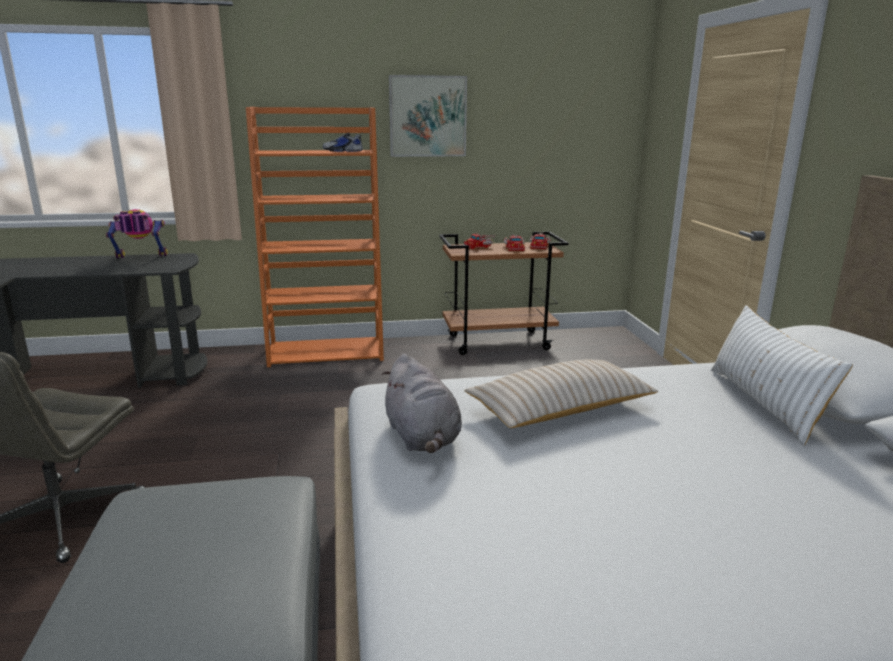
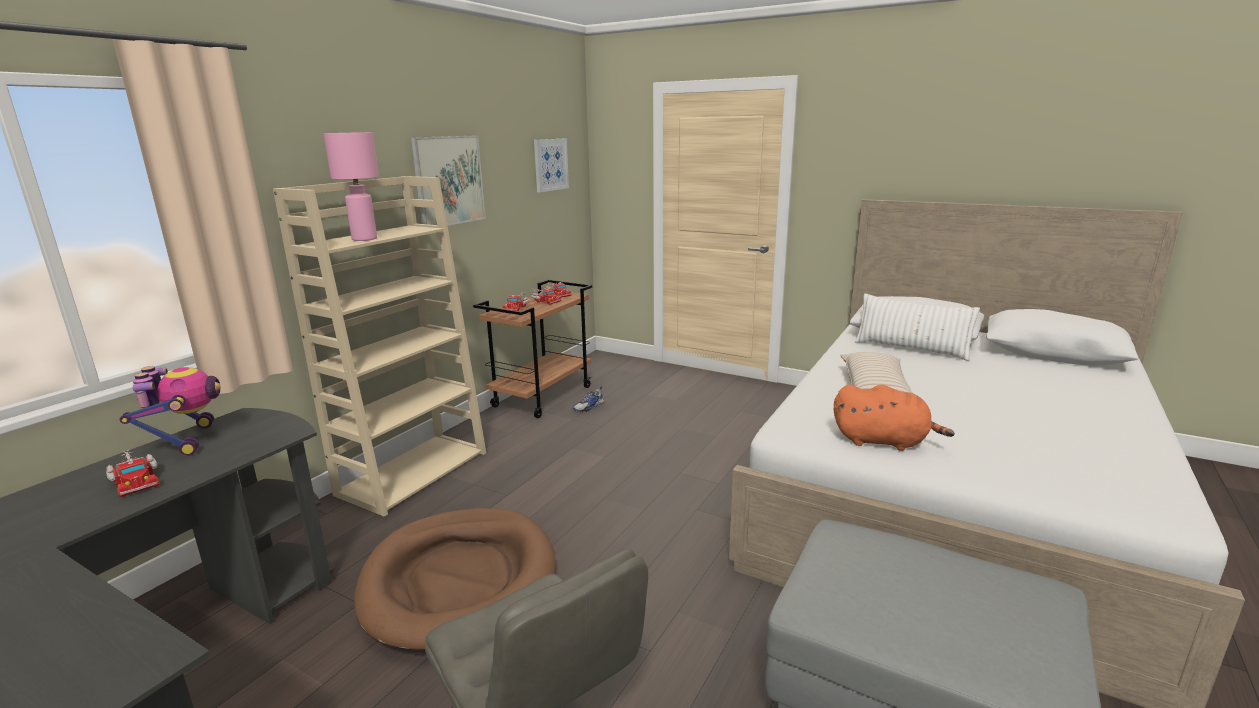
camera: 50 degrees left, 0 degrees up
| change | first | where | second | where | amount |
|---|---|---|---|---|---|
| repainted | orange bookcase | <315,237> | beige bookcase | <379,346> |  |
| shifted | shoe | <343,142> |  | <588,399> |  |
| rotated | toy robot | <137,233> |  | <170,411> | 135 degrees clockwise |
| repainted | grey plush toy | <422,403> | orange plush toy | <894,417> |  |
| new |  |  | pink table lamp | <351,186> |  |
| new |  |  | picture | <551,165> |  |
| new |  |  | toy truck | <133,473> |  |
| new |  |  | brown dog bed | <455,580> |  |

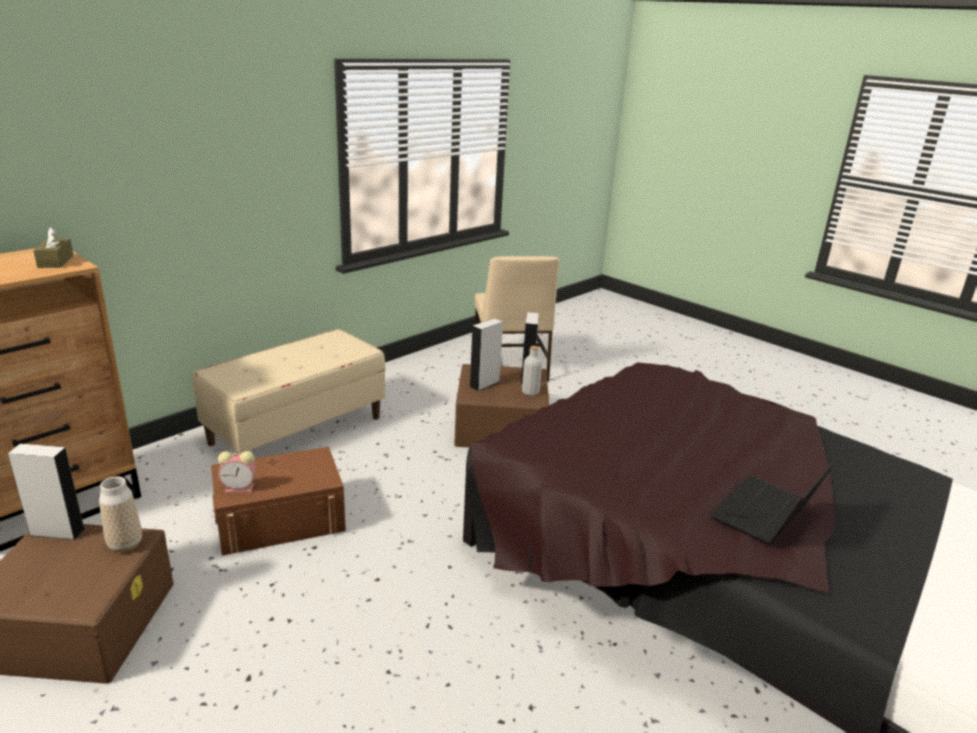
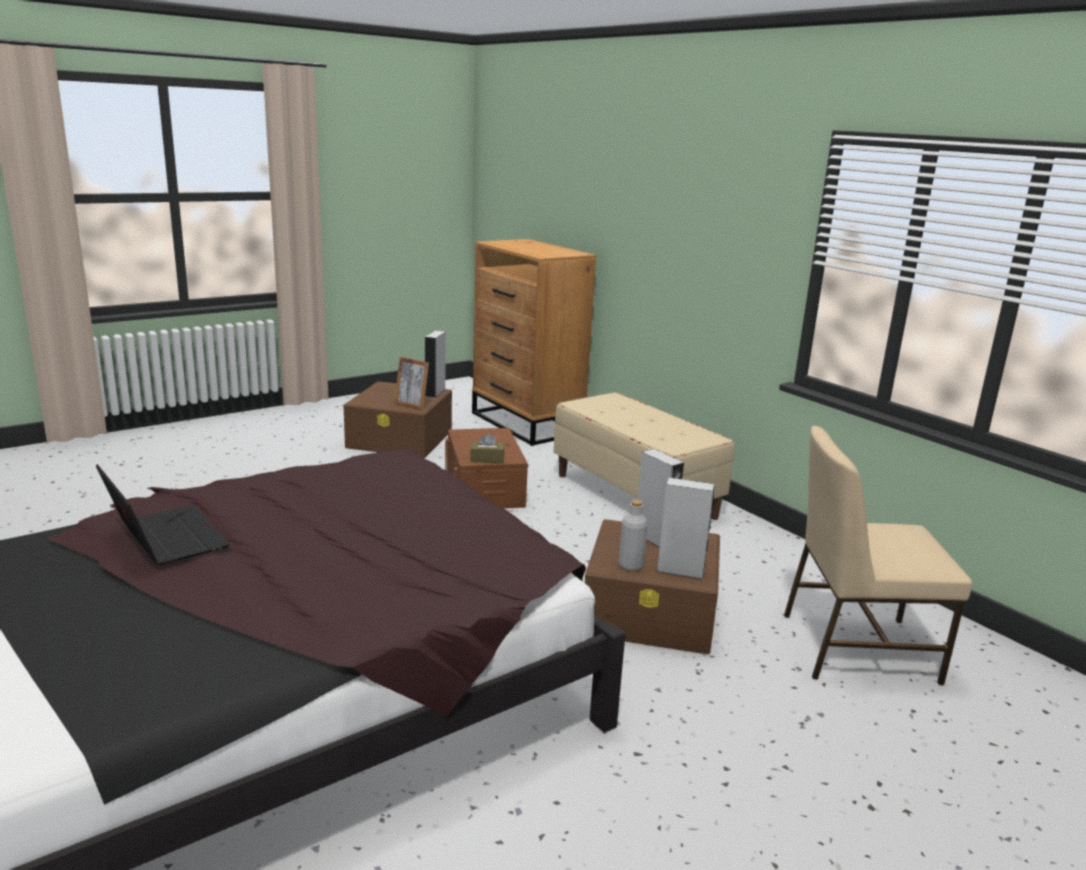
camera: 100 degrees right, 5 degrees down
| change | first | where | second | where | amount |
|---|---|---|---|---|---|
| shifted | brown tissue box | <53,247> |  | <487,448> |  |
| gone | alarm clock | <237,471> |  |  |  |
| swapped | vase | <120,514> | picture frame | <411,384> |  |

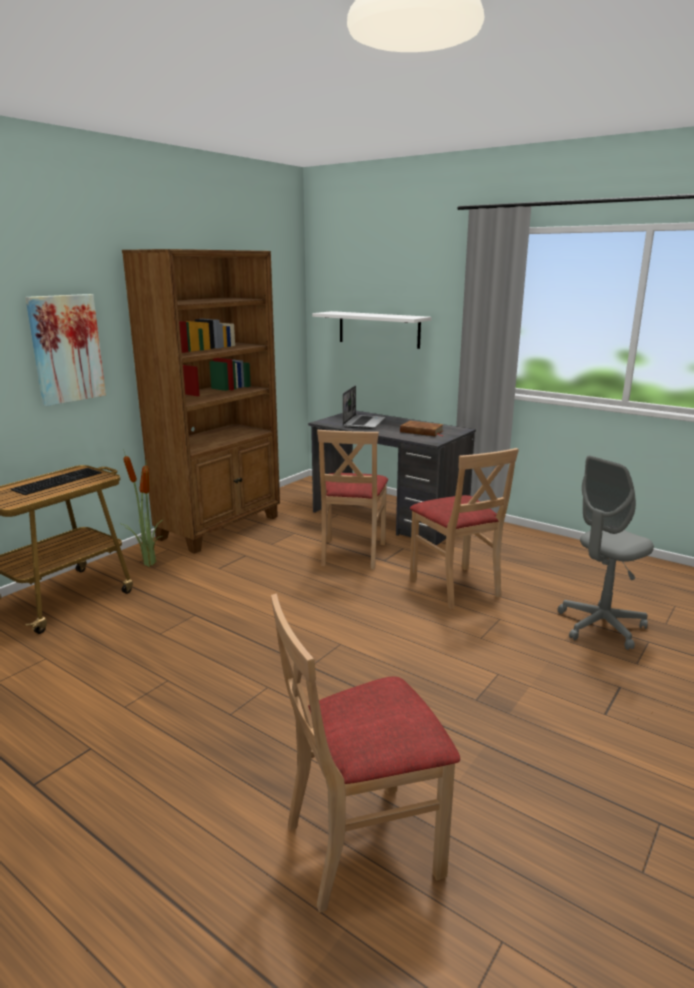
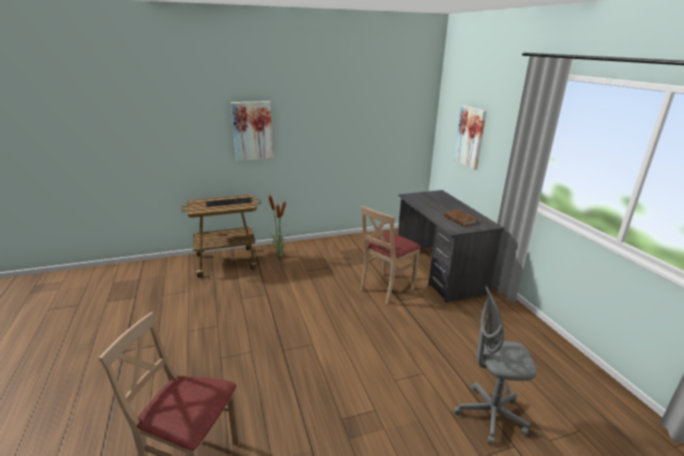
camera: 35 degrees right, 5 degrees up
| change | first | where | second | where | amount |
|---|---|---|---|---|---|
| gone | brown bookcase | <201,401> |  |  |  |
| swapped | white shelf | <372,330> | picture | <470,137> |  |
| gone | laptop | <364,407> |  |  |  |
| gone | beige chair | <464,528> |  |  |  |

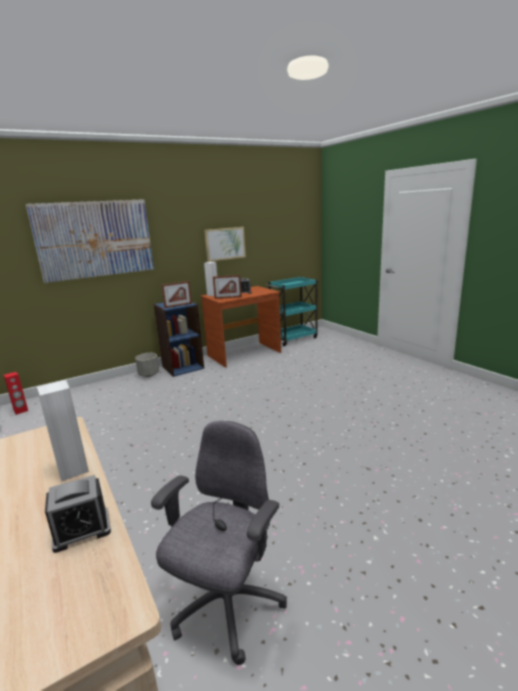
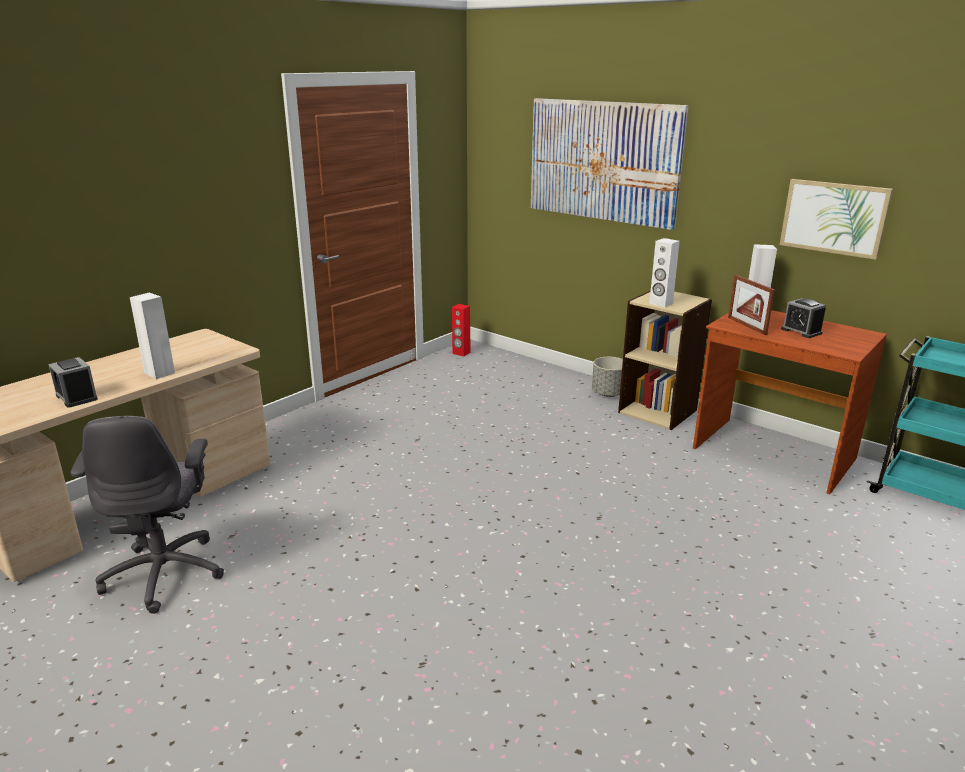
camera: 70 degrees right, 5 degrees up
| change | first | where | second | where | amount |
|---|---|---|---|---|---|
| swapped | picture frame | <176,294> | white speaker | <664,272> |  |
| repainted | blue bookcase | <178,339> | beige bookcase | <665,360> |  |
| rotated | grey office chair | <219,543> |  | <147,515> | 75 degrees clockwise |

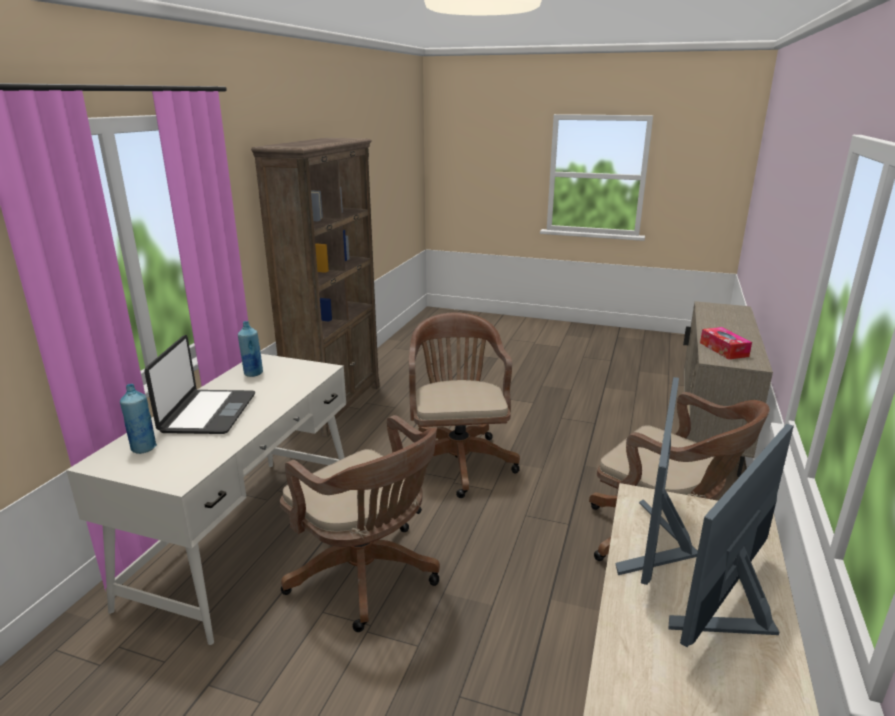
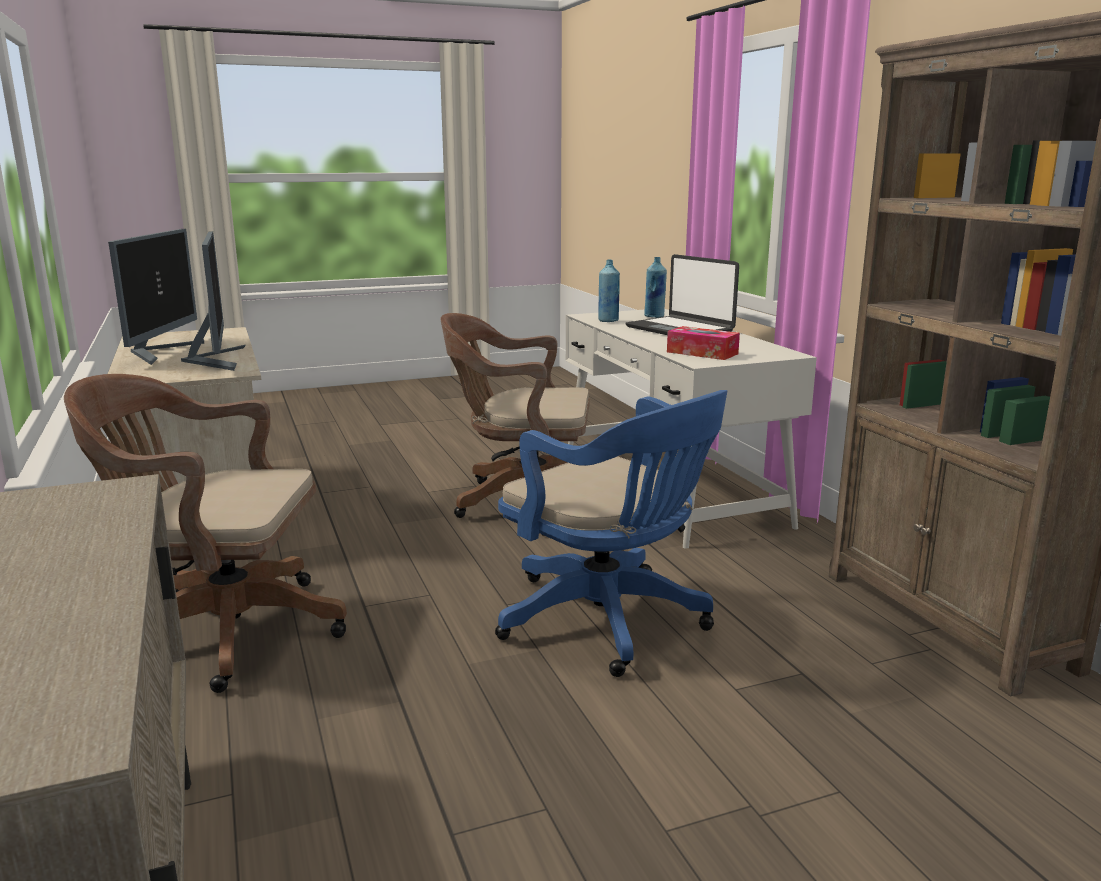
camera: 140 degrees right, 5 degrees down
| change | first | where | second | where | amount |
|---|---|---|---|---|---|
| repainted | brown office chair | <464,405> | blue office chair | <611,533> |  |
| shifted | blue bottle | <250,349> |  | <609,290> |  |
| shifted | tissue box | <726,343> |  | <703,343> |  |

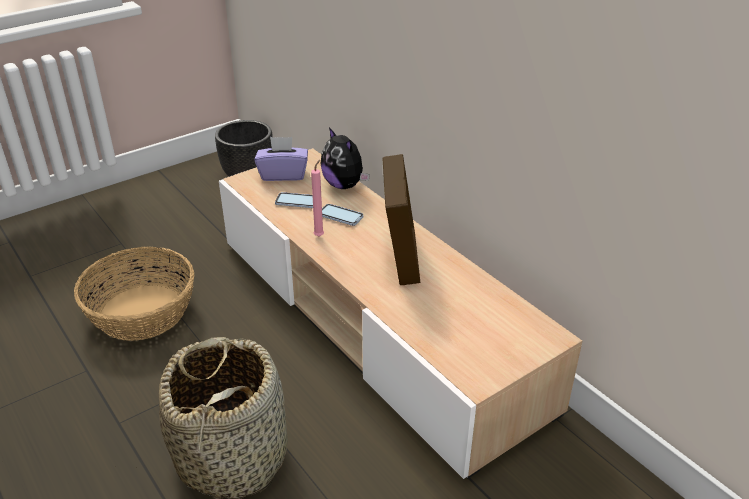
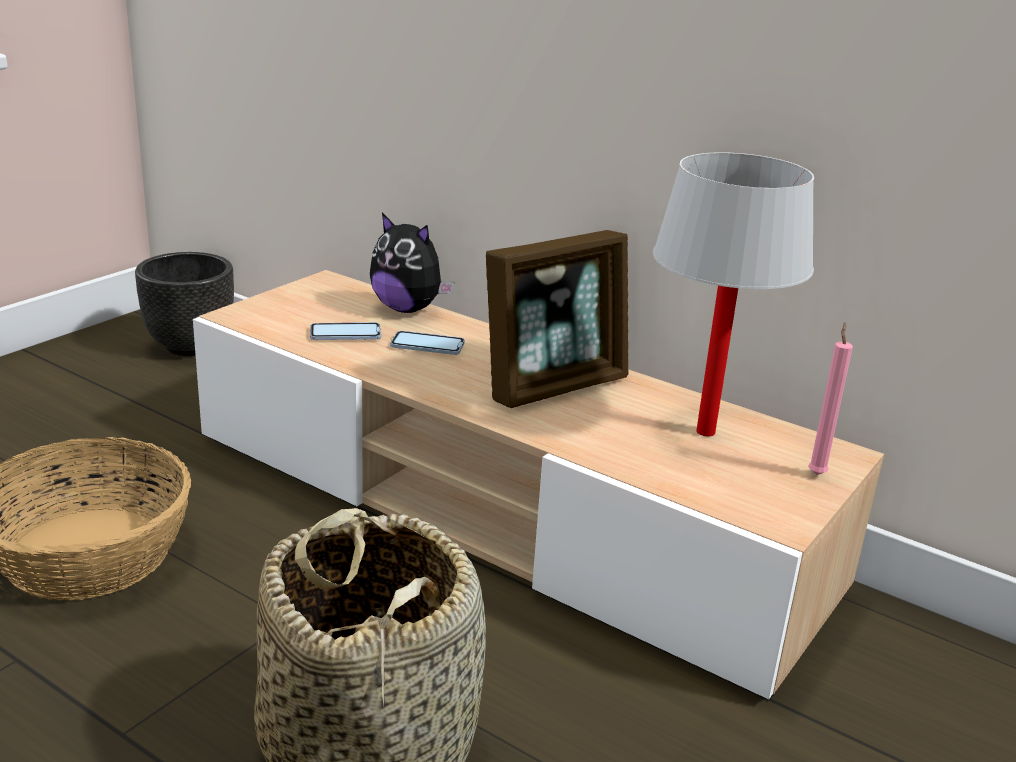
camera: 20 degrees left, 10 degrees down
| change | first | where | second | where | amount |
|---|---|---|---|---|---|
| gone | purple tissue box | <281,159> |  |  |  |
| rotated | picture frame | <401,219> |  | <557,319> | 75 degrees clockwise |
| shifted | pink candle | <317,198> |  | <830,398> |  |
| new |  |  | white table lamp | <733,294> |  |

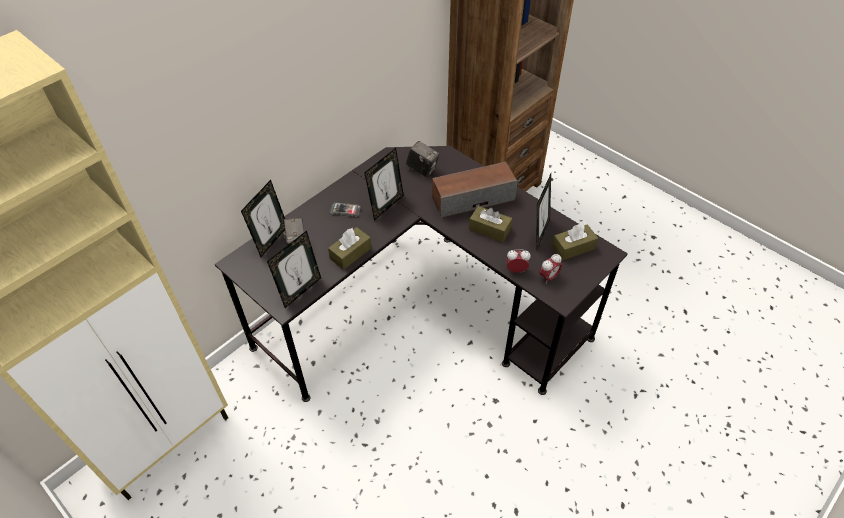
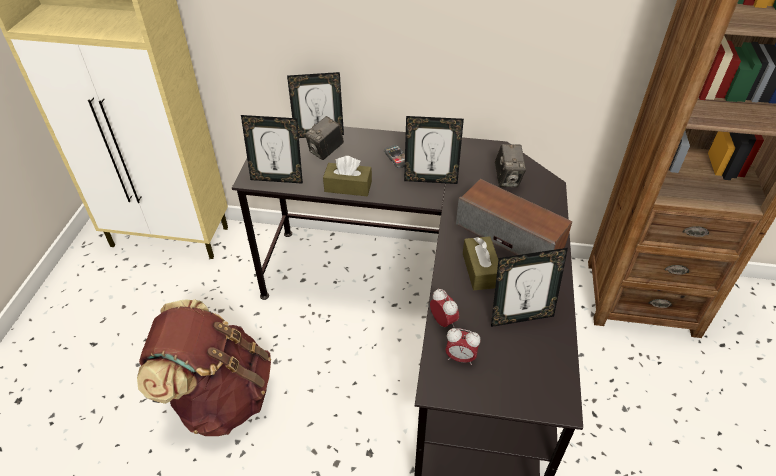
camera: 55 degrees right, 5 degrees down
| change | first | where | second | where | amount |
|---|---|---|---|---|---|
| gone | brown tissue box | <575,241> |  |  |  |
| new |  |  | brown backpack | <204,367> |  |

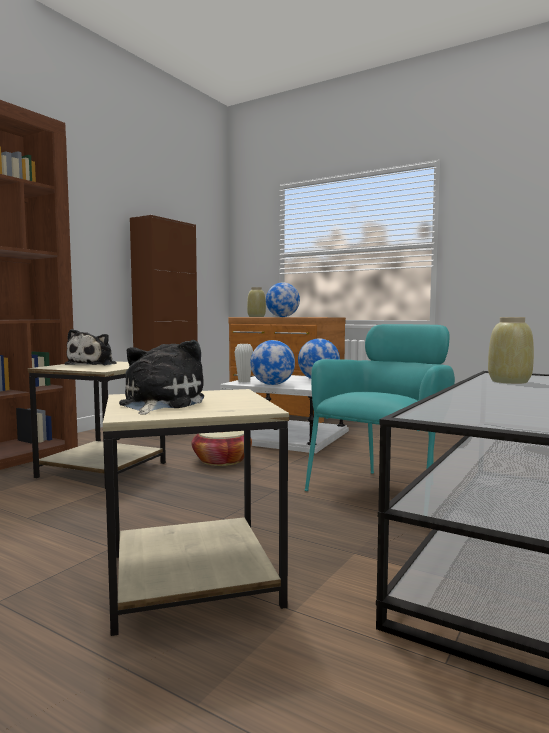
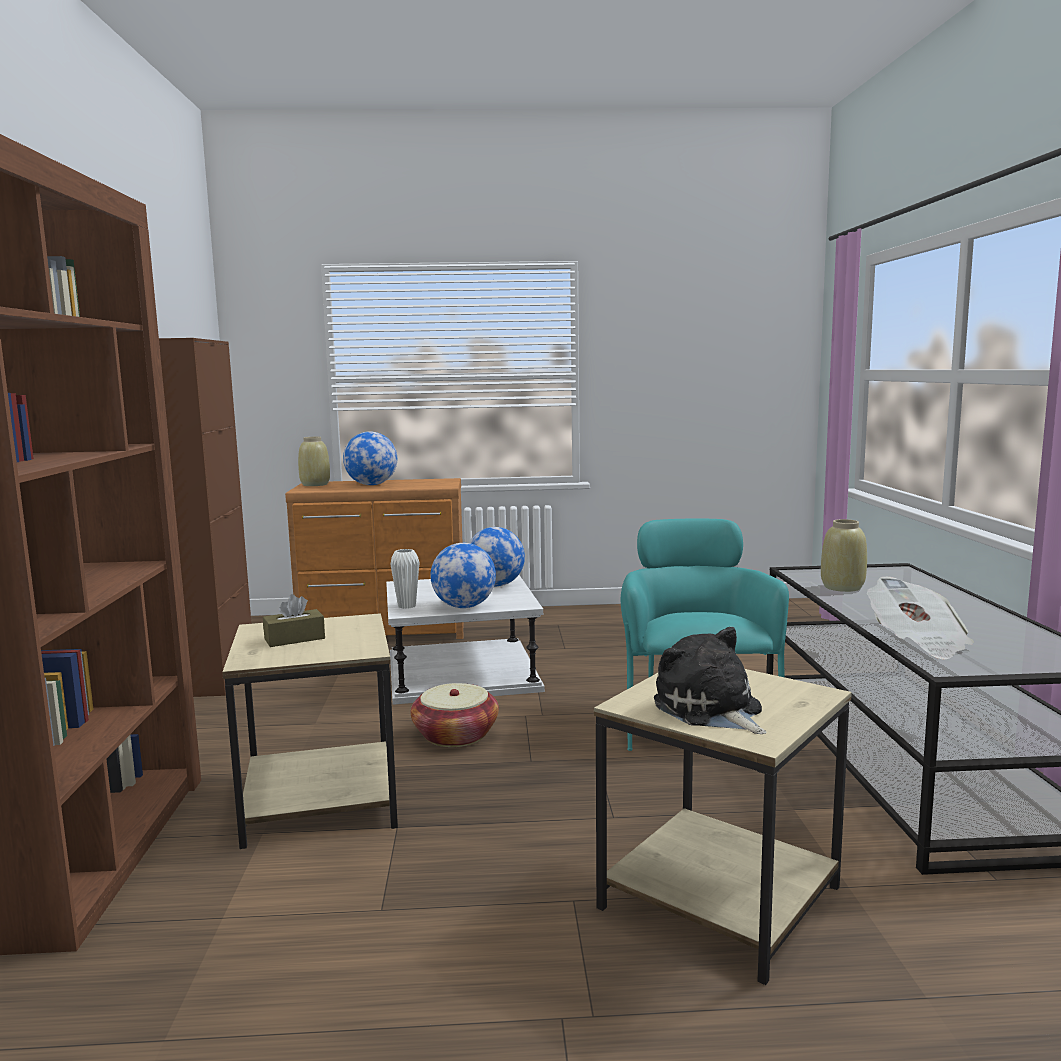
camera: 35 degrees left, 5 degrees up
| change | first | where | second | where | amount |
|---|---|---|---|---|---|
| swapped | plush toy | <90,347> | brown tissue box | <294,620> |  |
| new |  |  | newspaper | <920,618> |  |

